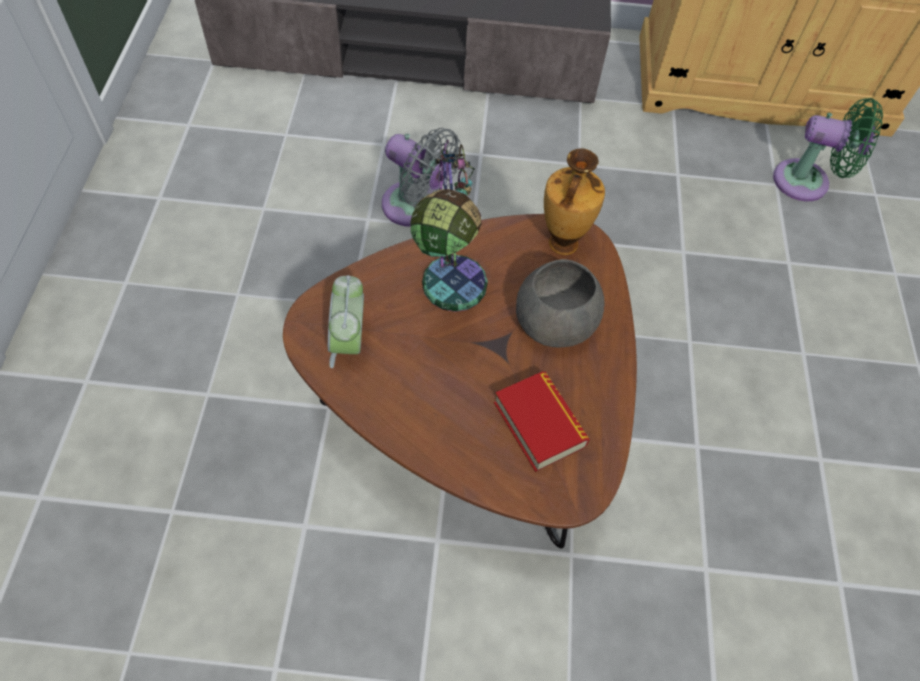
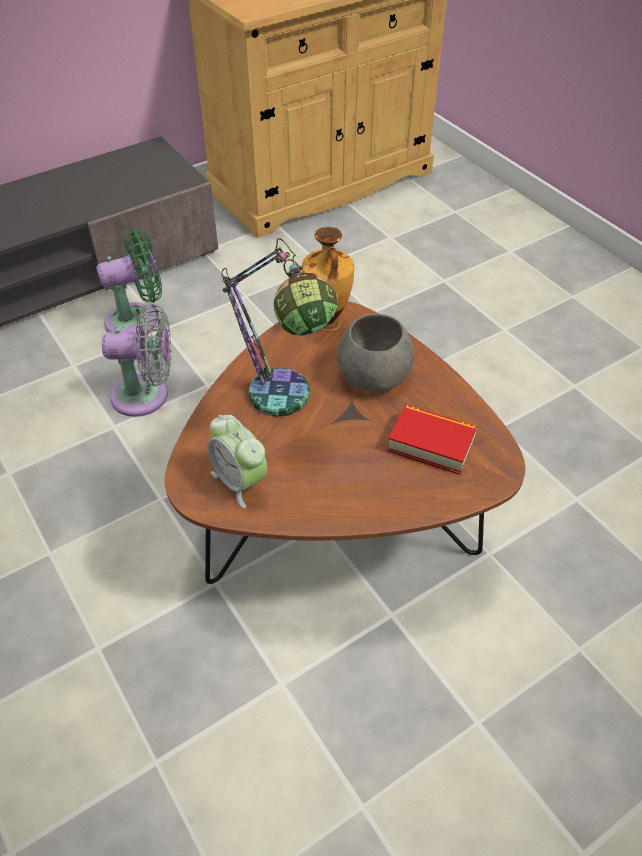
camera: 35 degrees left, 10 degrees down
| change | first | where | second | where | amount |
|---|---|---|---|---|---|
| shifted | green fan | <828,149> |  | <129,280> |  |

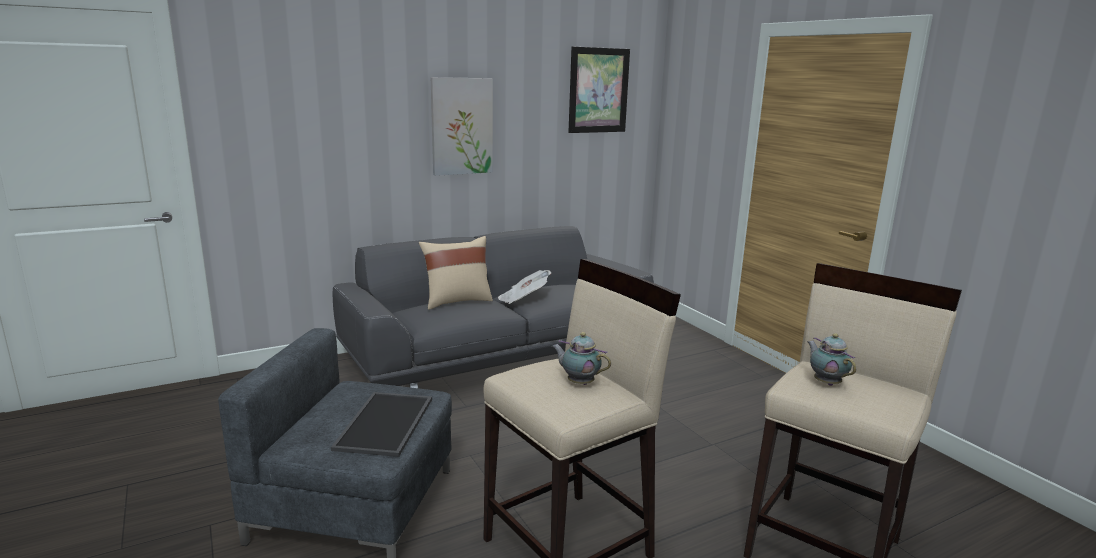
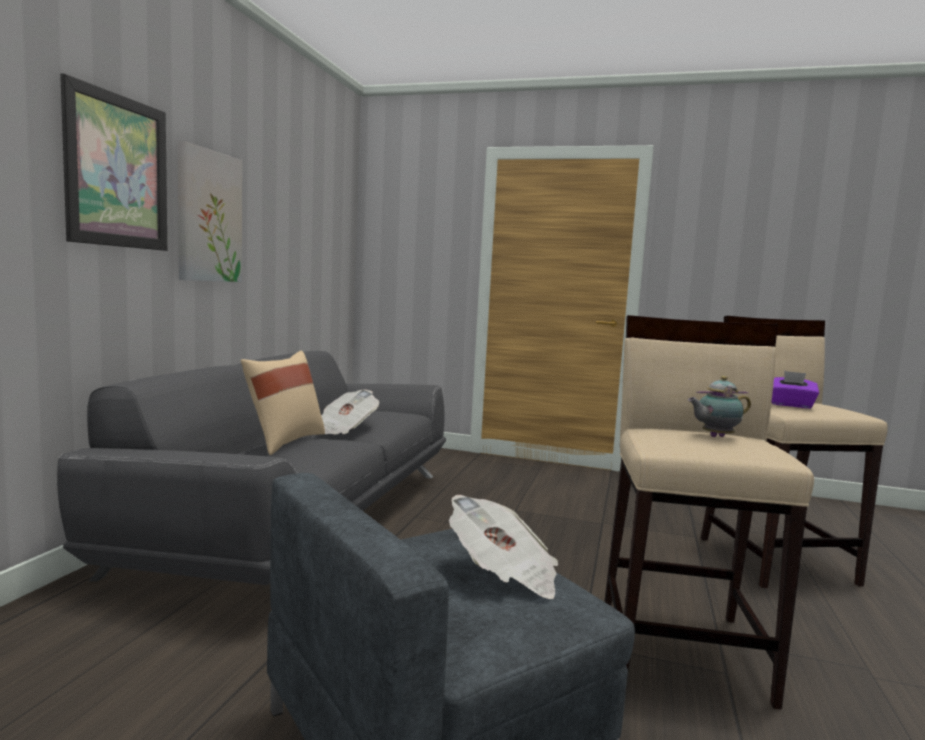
camera: 45 degrees left, 10 degrees down
| change | first | where | second | where | amount |
|---|---|---|---|---|---|
| shifted | picture | <599,89> |  | <113,162> |  |
| swapped | teapot | <831,359> | purple tissue box | <795,389> |  |
| swapped | tray | <381,424> | newspaper | <503,547> |  |

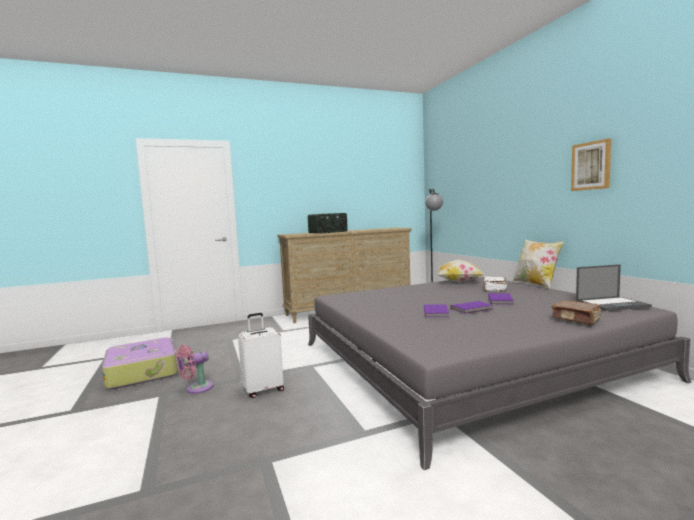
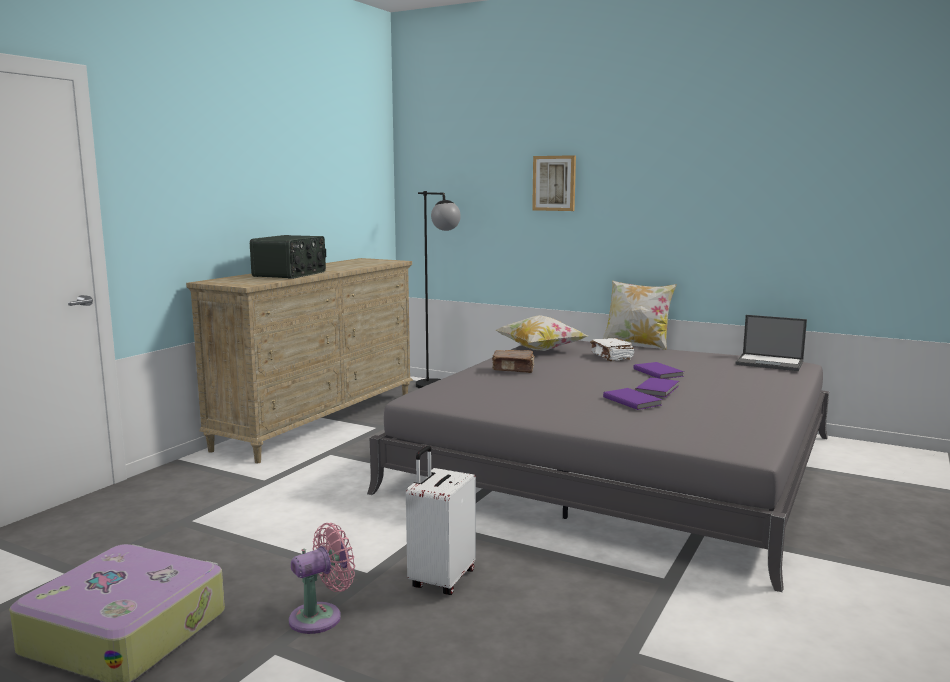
camera: 40 degrees left, 5 degrees up
| change | first | where | second | where | amount |
|---|---|---|---|---|---|
| shifted | picture | <591,164> |  | <554,183> |  |
| rotated | laptop | <614,287> |  | <771,343> | 75 degrees clockwise |
| shifted | brown book | <577,312> |  | <513,361> |  |
| rotated | pink fan | <194,369> |  | <322,578> | 135 degrees counterclockwise |

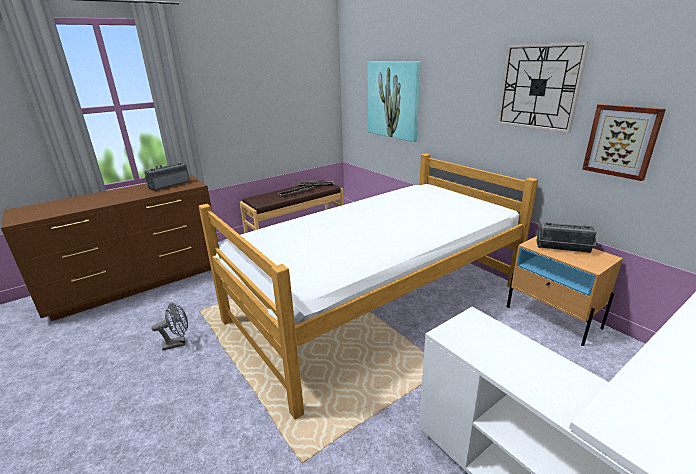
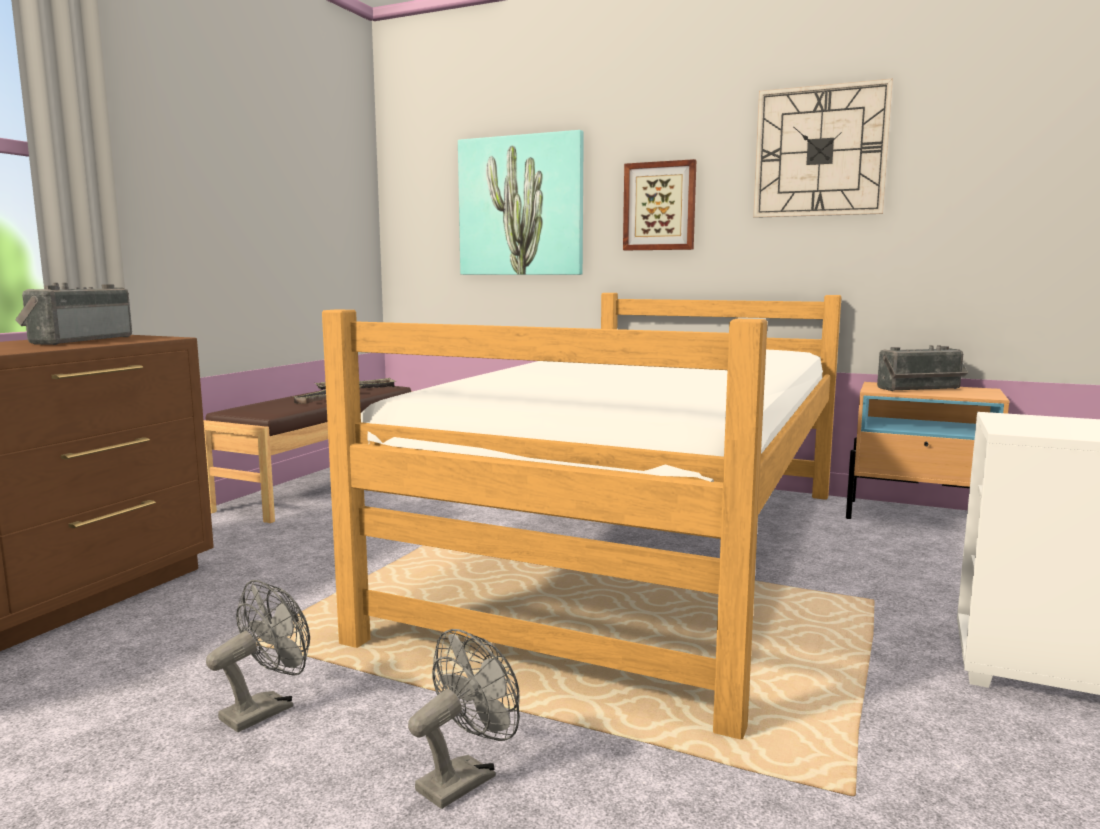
camera: 30 degrees left, 15 degrees down
| change | first | where | second | where | amount |
|---|---|---|---|---|---|
| shifted | picture | <624,142> |  | <659,204> |  |
| new |  |  | grey fan | <464,719> |  |

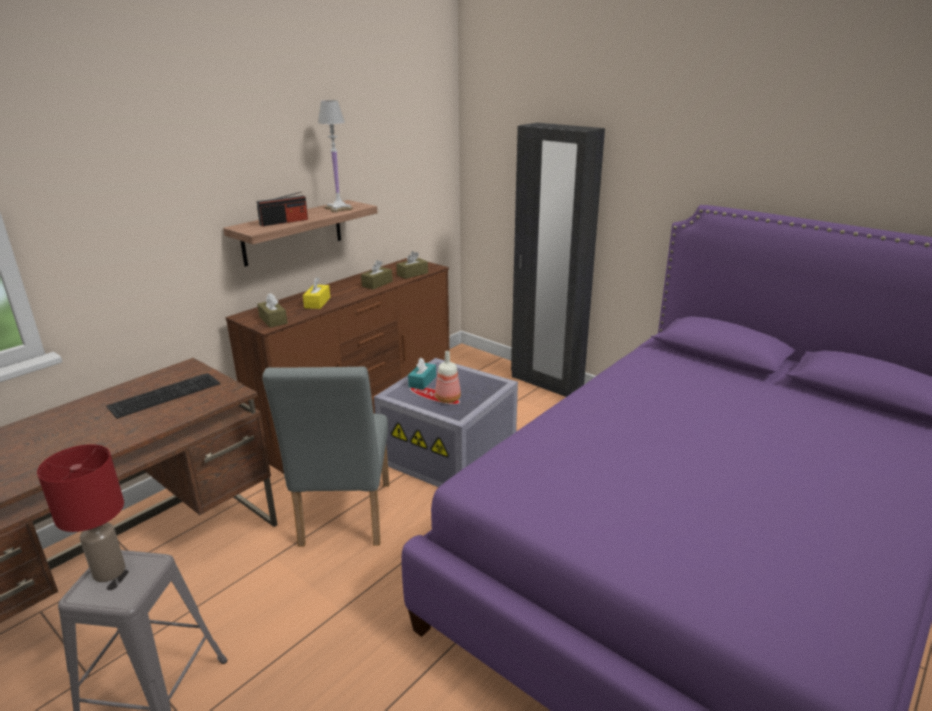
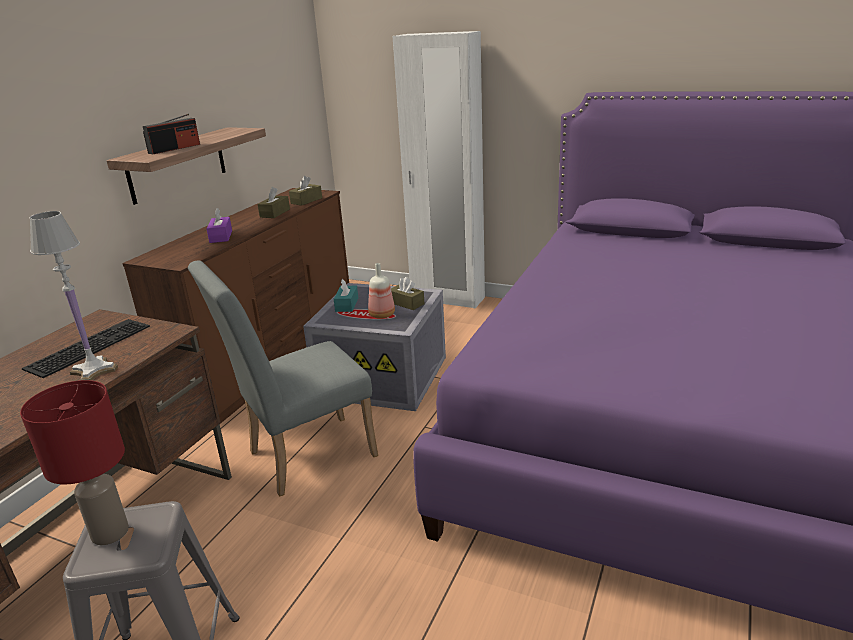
camera: 15 degrees left, 0 degrees up
| change | first | where | second | where | amount |
|---|---|---|---|---|---|
| shifted | white table lamp | <335,156> |  | <73,295> |  |
| repainted | black wardrobe | <558,260> | white wardrobe | <438,169> |  |
| repainted | yellow tissue box | <316,293> | purple tissue box | <219,225> |  |
| shifted | brown tissue box | <272,310> |  | <408,293> |  |
| rotated | grey chair | <325,456> |  | <283,378> | 75 degrees clockwise |

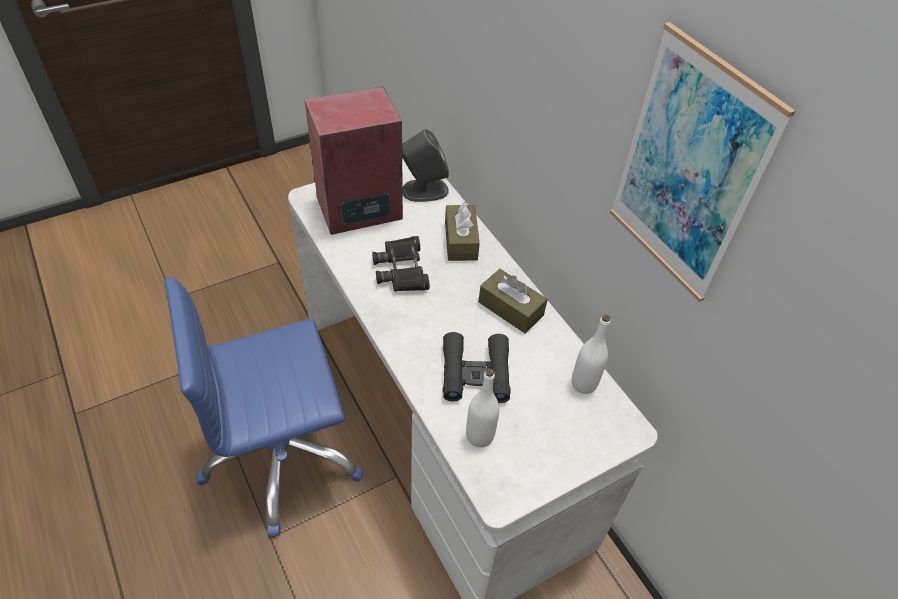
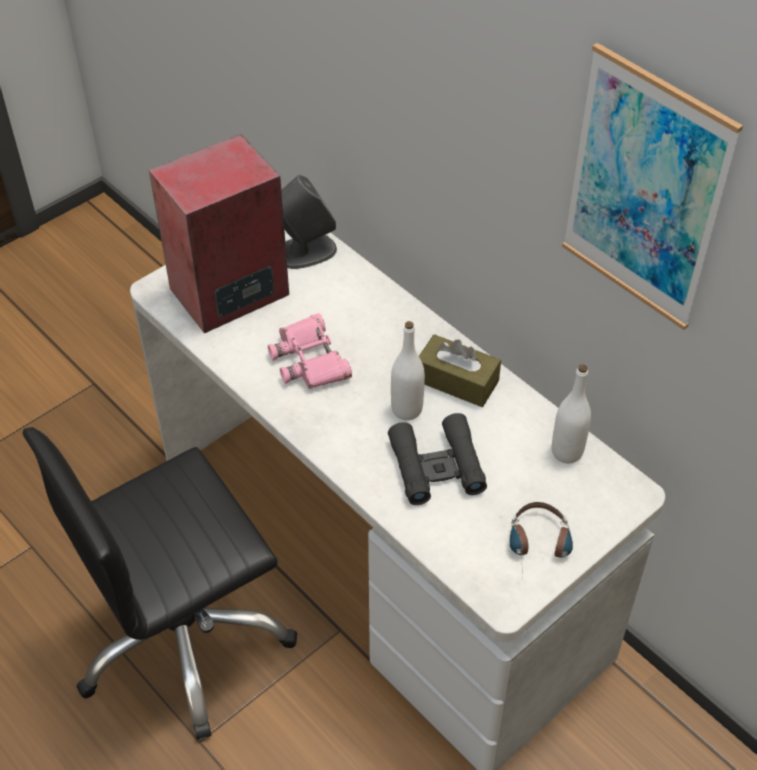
camera: 10 degrees left, 0 degrees up
| change | first | where | second | where | amount |
|---|---|---|---|---|---|
| gone | brown tissue box | <462,231> |  |  |  |
| repainted | black binoculars | <401,264> | pink binoculars | <310,351> |  |
| repainted | blue office chair | <264,406> | black office chair | <160,583> |  |
| shifted | white bottle | <482,408> |  | <408,370> |  |
| new |  |  | headphones | <541,538> |  |

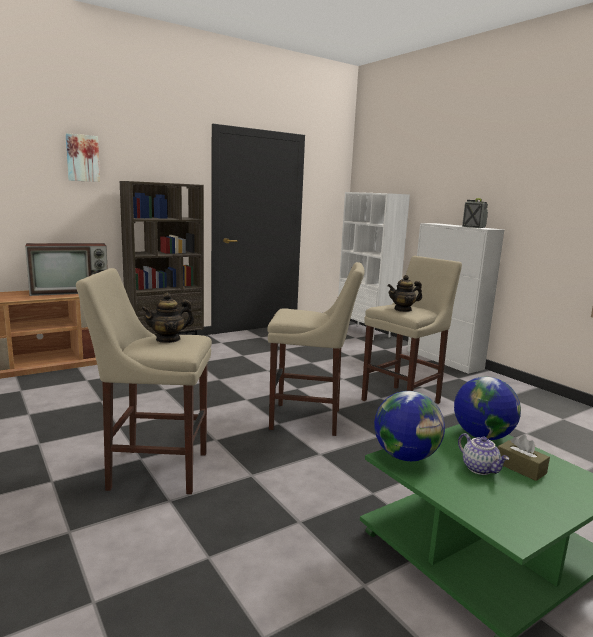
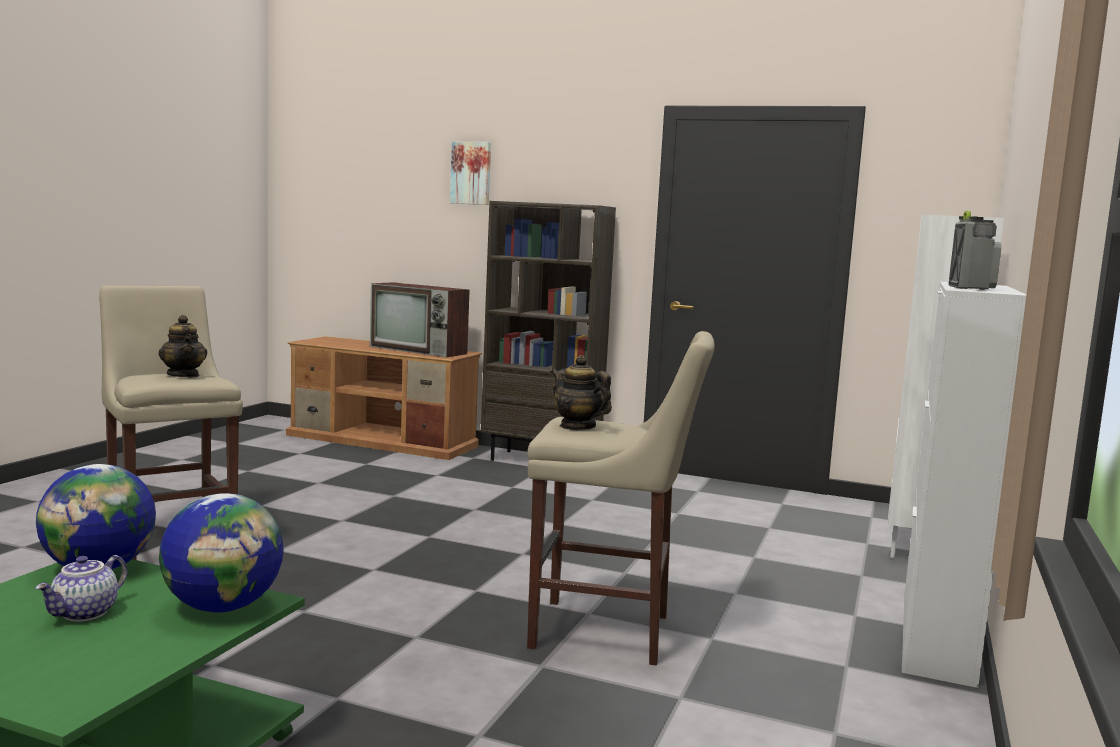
camera: 55 degrees right, 5 degrees down
| change | first | where | second | where | amount |
|---|---|---|---|---|---|
| gone | beige stool | <316,349> |  |  |  |
| rotated | teapot | <167,317> |  | <182,346> | 150 degrees counterclockwise |
| gone | brown tissue box | <524,458> |  |  |  |

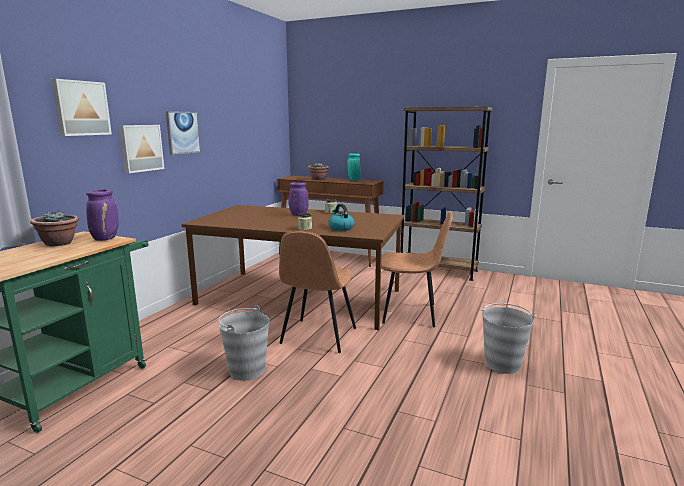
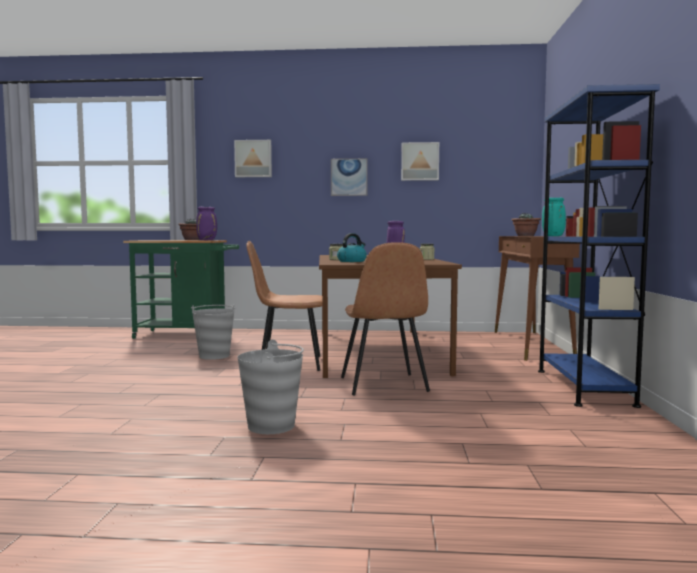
camera: 70 degrees right, 10 degrees down
| change | first | where | second | where | amount |
|---|---|---|---|---|---|
| repainted | brown bookcase | <446,194> | blue bookcase | <599,246> |  |
| shifted | picture | <141,149> |  | <420,161> |  |

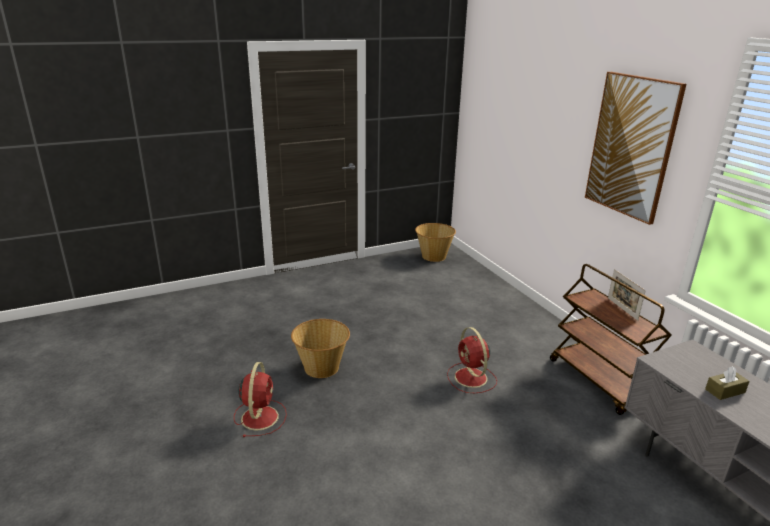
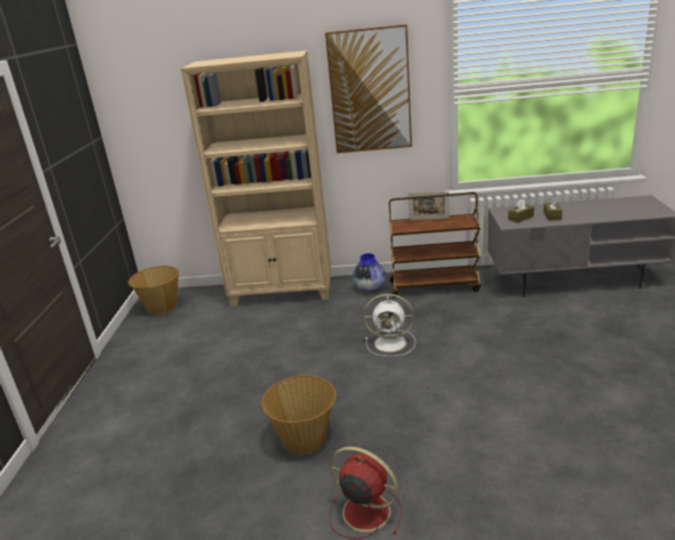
camera: 60 degrees left, 0 degrees up
| change | first | where | second | where | amount |
|---|---|---|---|---|---|
| repainted | red fan | <472,360> | white fan | <390,325> |  |
| new |  |  | beige bookcase | <256,178> |  |
| new |  |  | brown tissue box | <521,211> |  |
| new |  |  | vase | <369,272> |  |

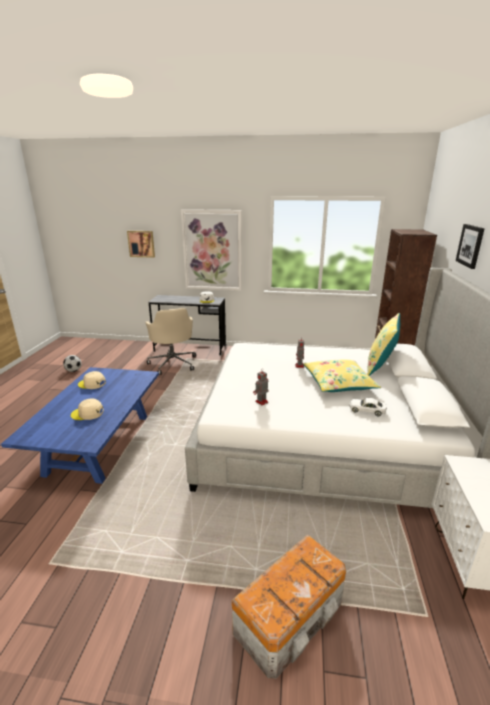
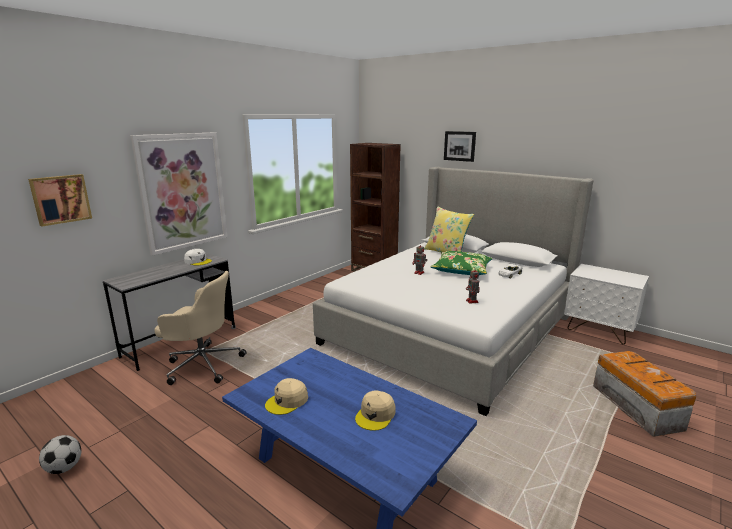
camera: 60 degrees left, 5 degrees down
| change | first | where | second | where | amount |
|---|---|---|---|---|---|
| repainted | yellow pillow | <342,375> | green pillow | <461,263> |  |

